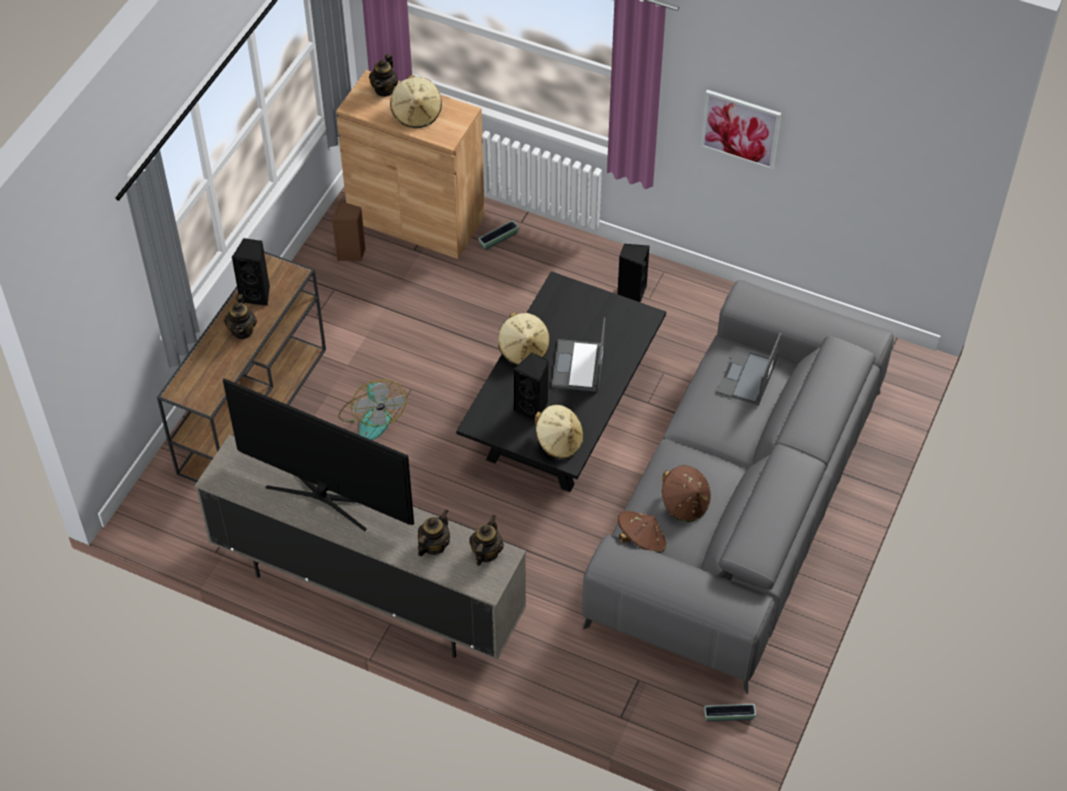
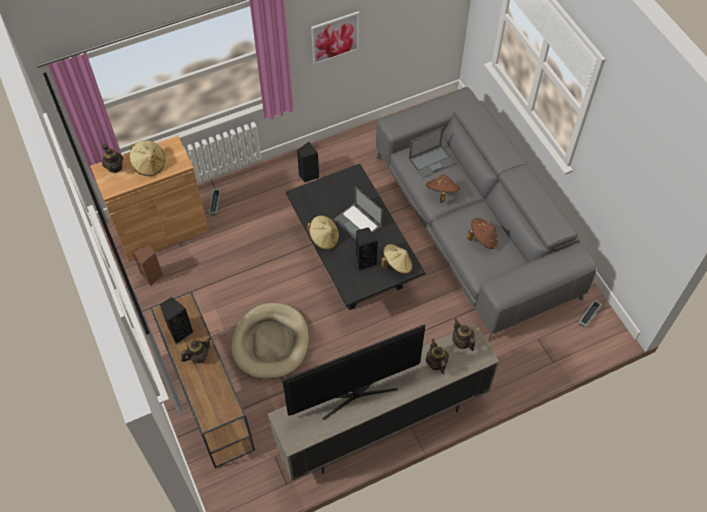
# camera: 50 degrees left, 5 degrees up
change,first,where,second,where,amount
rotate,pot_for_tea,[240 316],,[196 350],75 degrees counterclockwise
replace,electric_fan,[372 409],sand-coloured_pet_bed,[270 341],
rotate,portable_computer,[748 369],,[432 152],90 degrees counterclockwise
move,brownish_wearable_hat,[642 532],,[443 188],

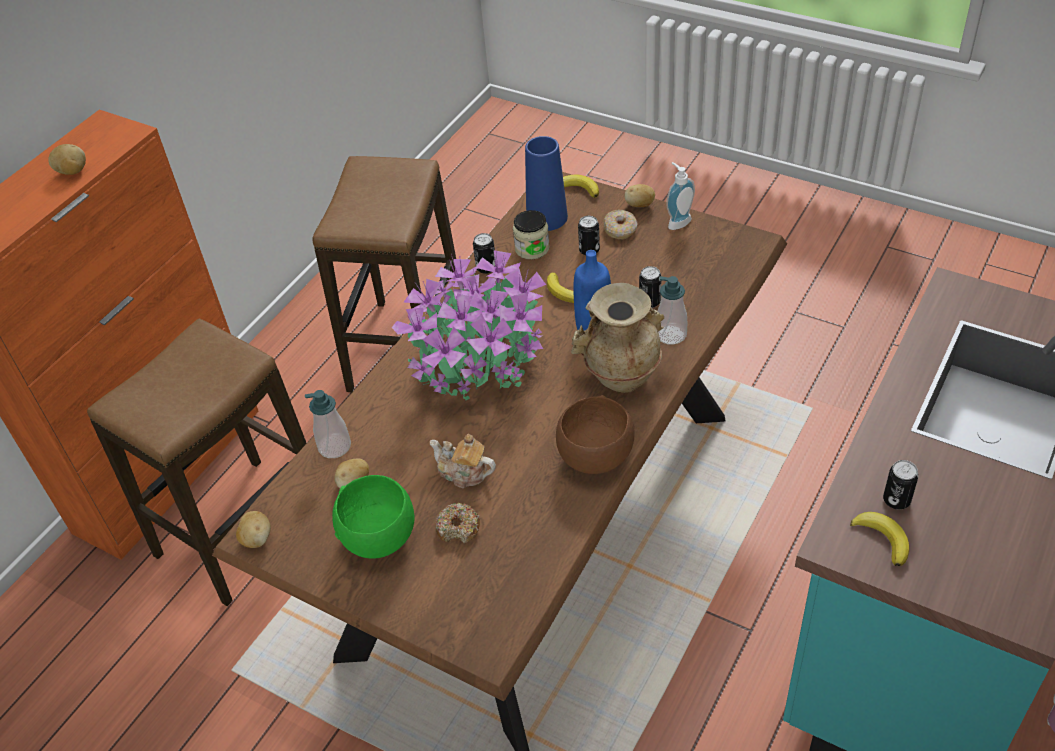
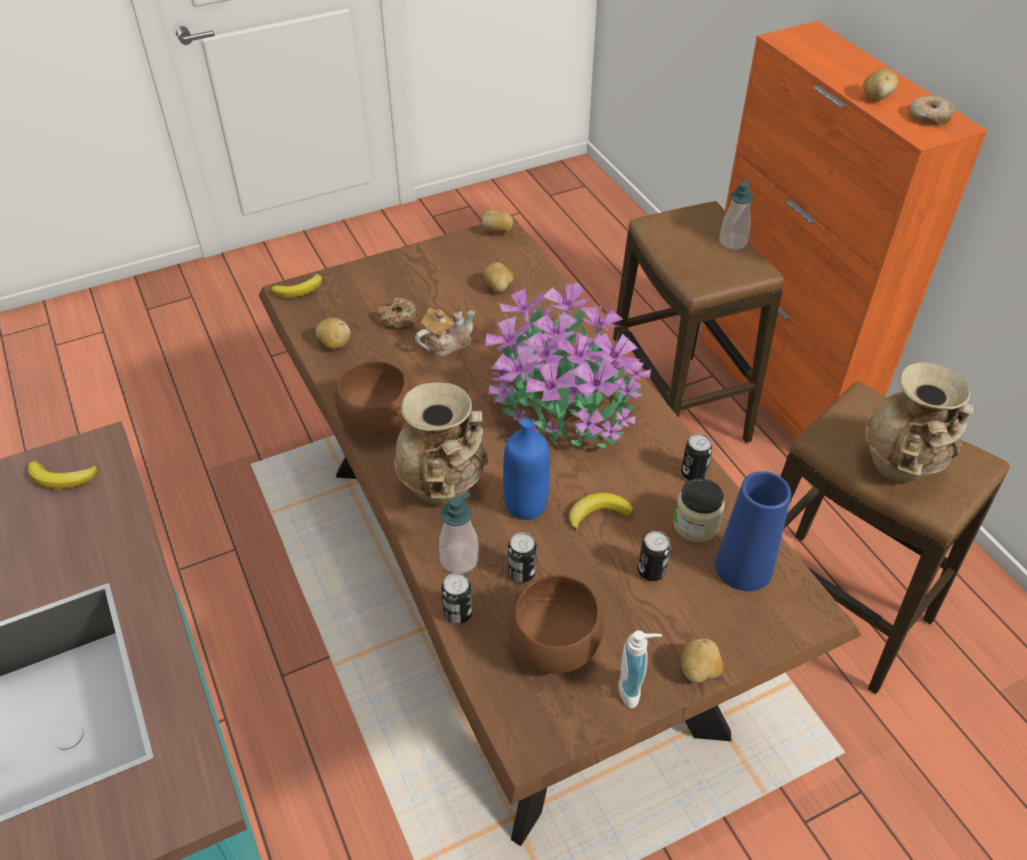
# camera: 120 degrees right, 0 degrees up
change,first,where,second,where,amount
move,banana_fruit,[581 186],,[296 286],
insert,,,potato,[333 333],
move,can,[901 485],,[456 598],
insert,,,brownish_deep_dish,[556 623],
move,liquid_soap_bottle,[328 424],,[736 214],
insert,,,sand-coloured_decorative_vase,[919 422],
move,doughnut,[620 224],,[933 111],
delete,greenish_deep_dish,[373 517],,,

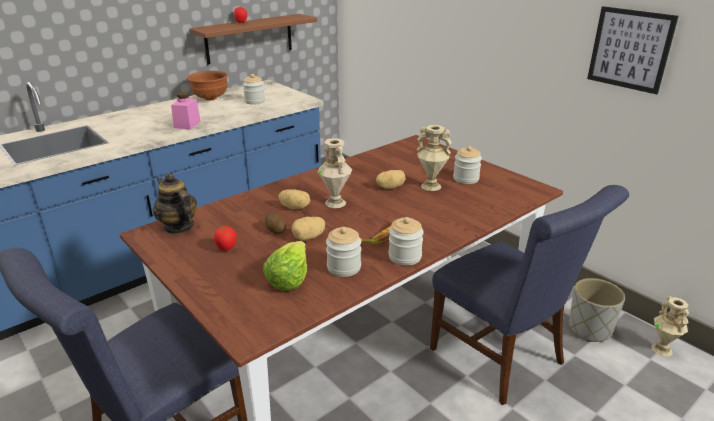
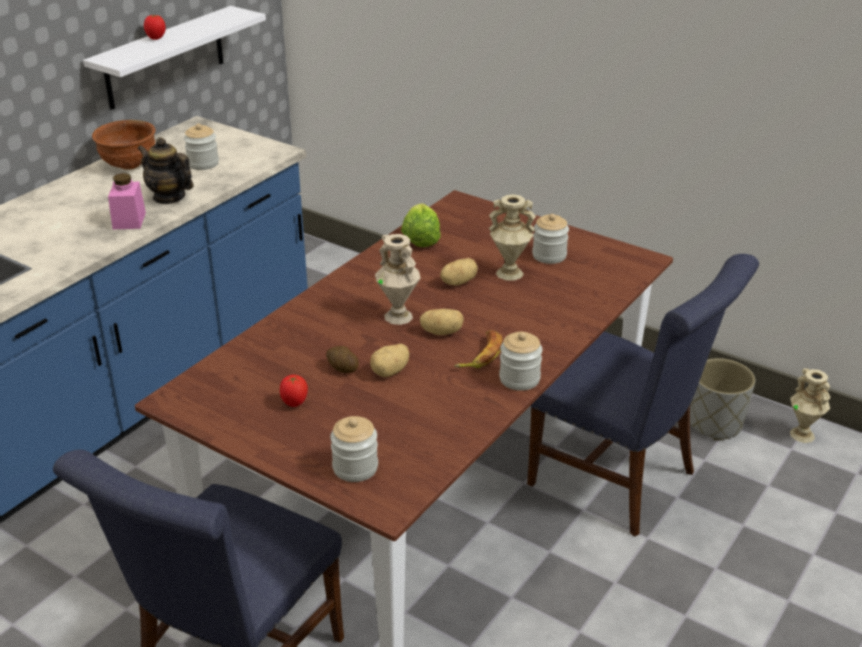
# camera: 15 degrees left, 5 degrees up
change,first,where,second,where,amount
recolor,brownish_bracket_shelf,[253 39],white_bracket_shelf,[174 58],
move,pot_for_tea,[175 203],,[165 170],
move,storage_jar,[343 252],,[354 449],
move,lettuce_head,[285 266],,[421 225],
move,potato,[294 199],,[442 322],
delete,picture,[633 50],,,

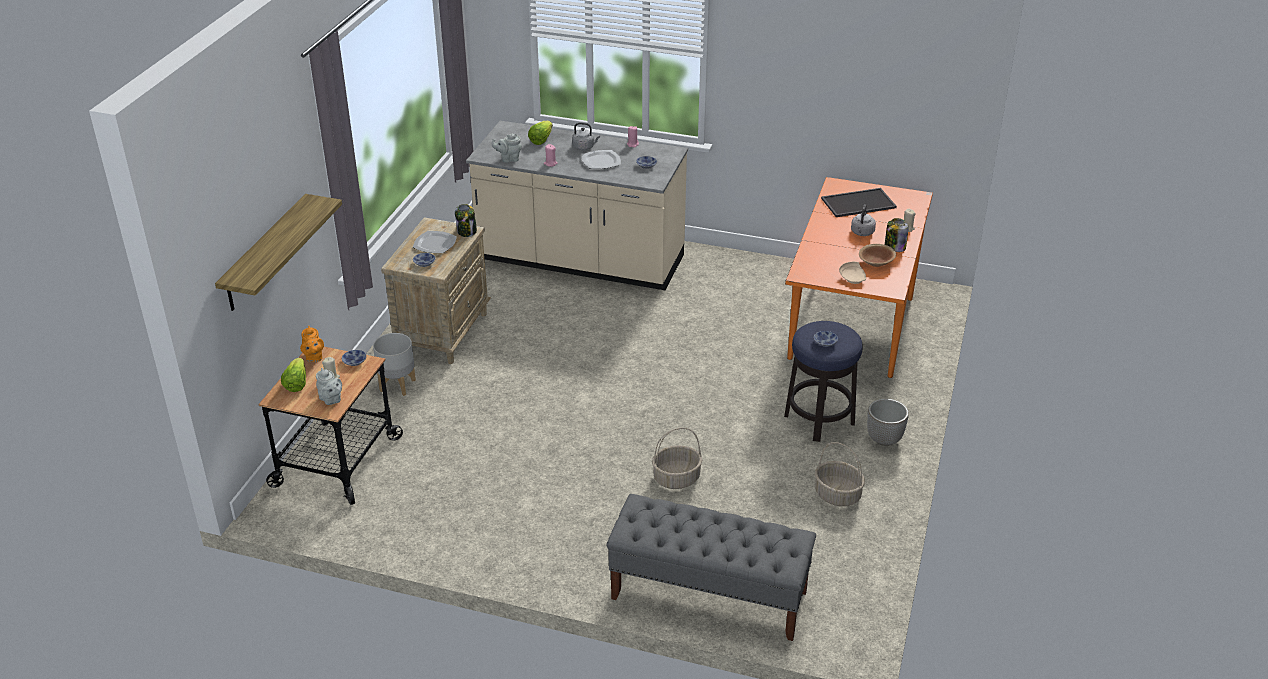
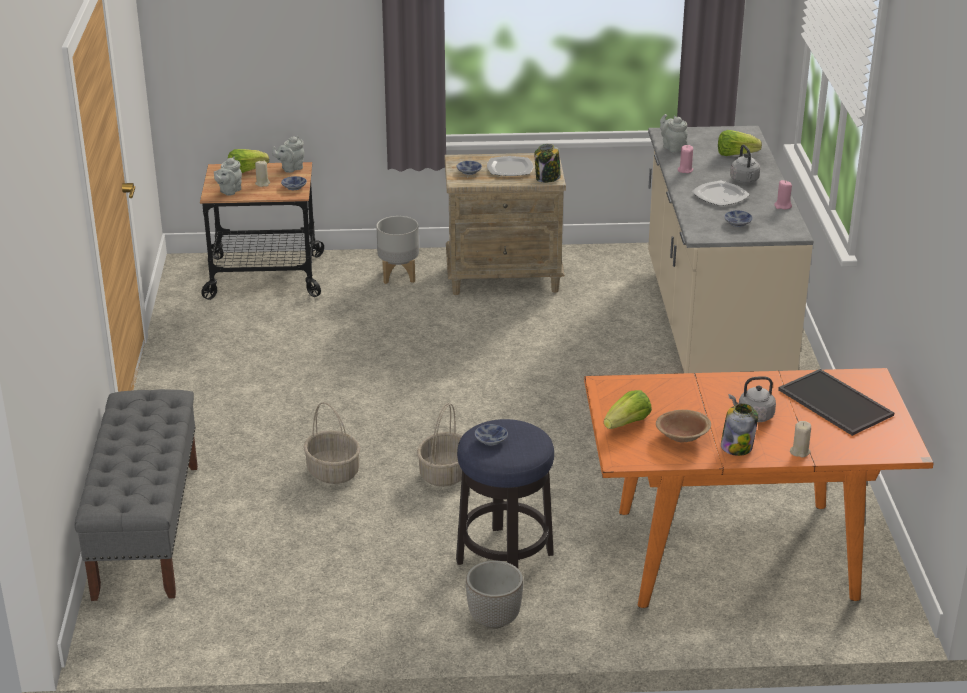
# camera: 70 degrees right, 5 degrees down
change,first,where,second,where,amount
recolor,orange_pot_for_tea,[312 344],greyish_pot_for_tea,[288 154],
move,household_basket,[840 474],,[440 445],
replace,sand-coloured_plate,[852 273],lettuce_head,[628 409],
delete,bracket_shelf,[278 252],,,

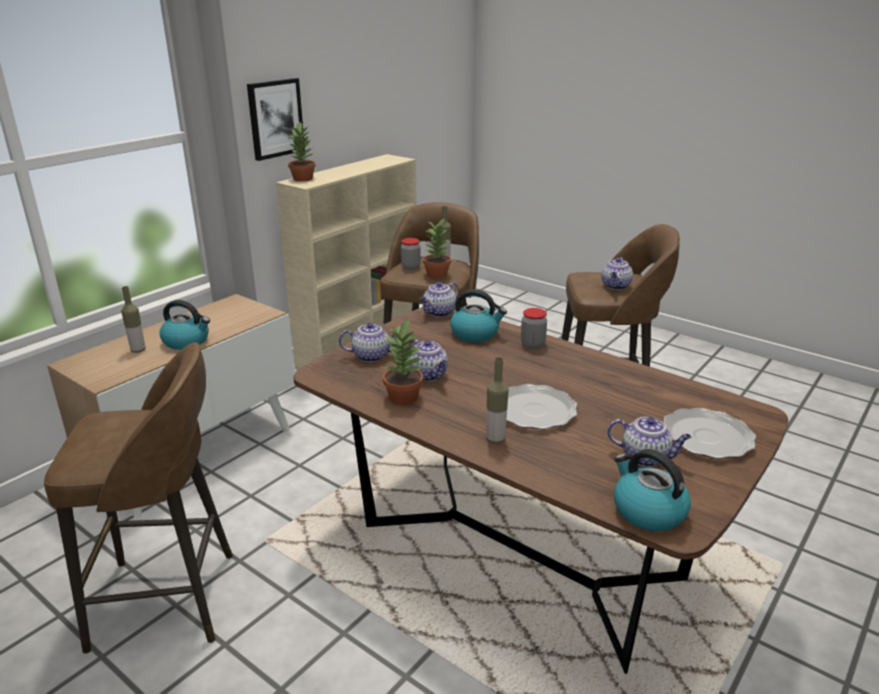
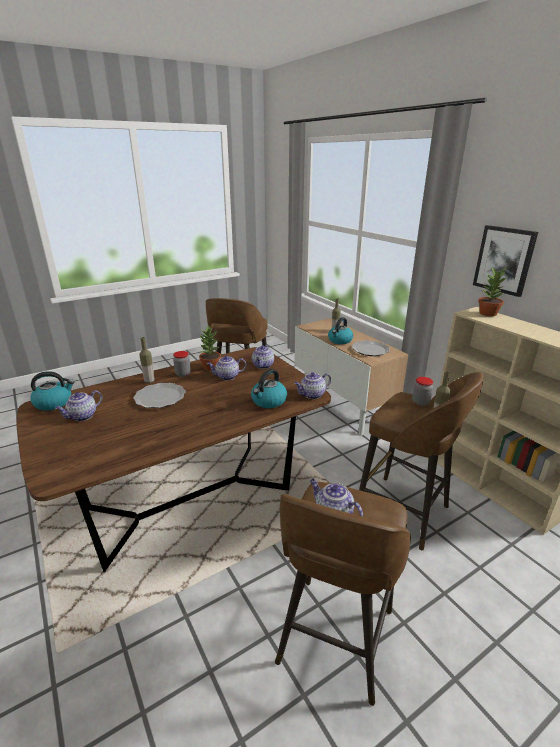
# camera: 110 degrees right, 0 degrees up
change,first,where,second,where,amount
move,storage_jar,[534 328],,[182 364],
rotate,pot_for_tea,[439 299],,[312 385],90 degrees counterclockwise
move,plate,[710 433],,[371 348],
delete,potted_plant,[437 248],,,

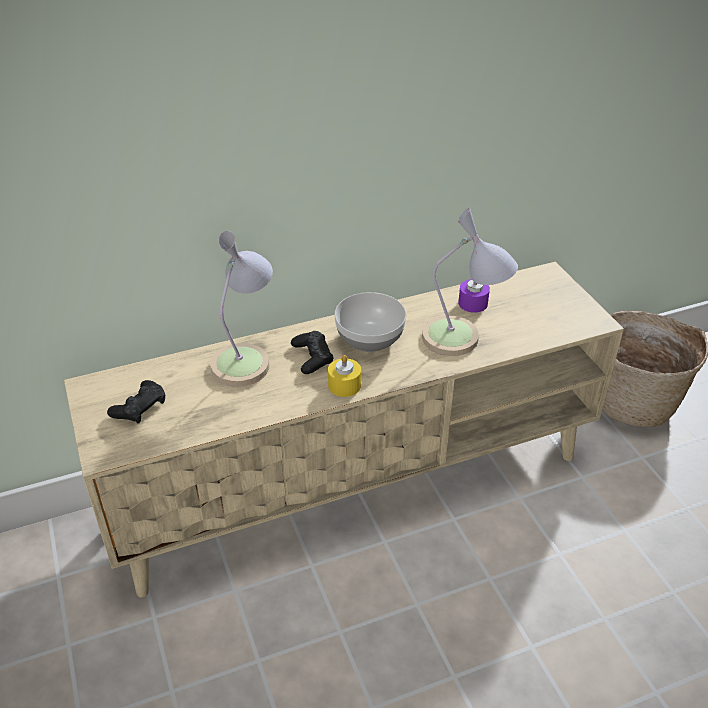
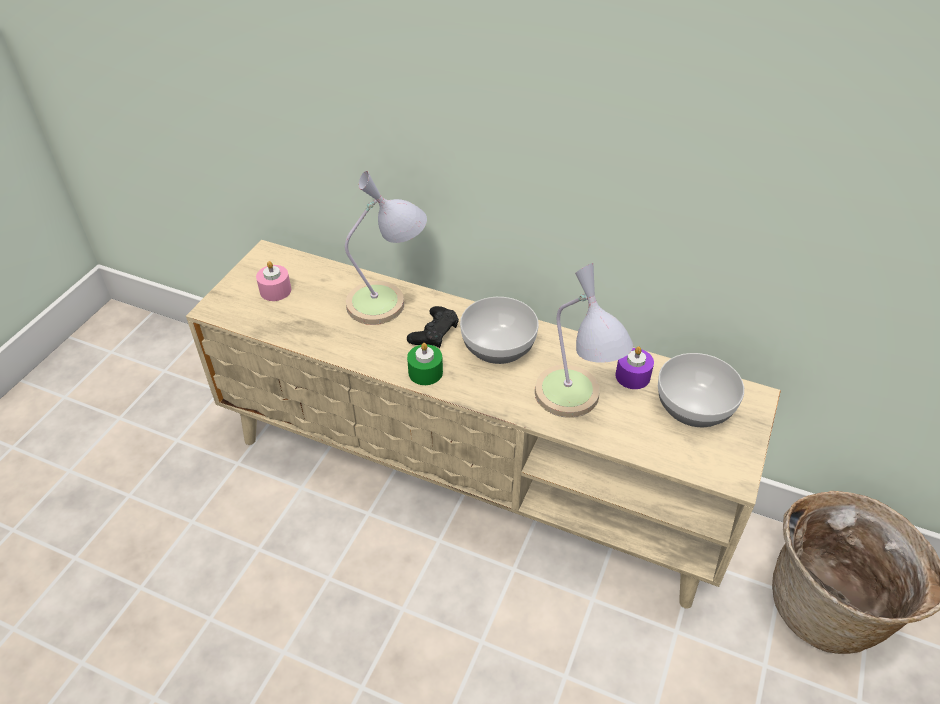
# camera: 45 degrees right, 5 degrees up
change,first,where,second,where,amount
replace,blackish_joypad,[136 402],pinkish_wax_candle,[273 281],
recolor,yellow-coloured_wax_candle,[344 376],greenish_wax_candle,[425 364],
insert,,,deep_dish,[701 390],

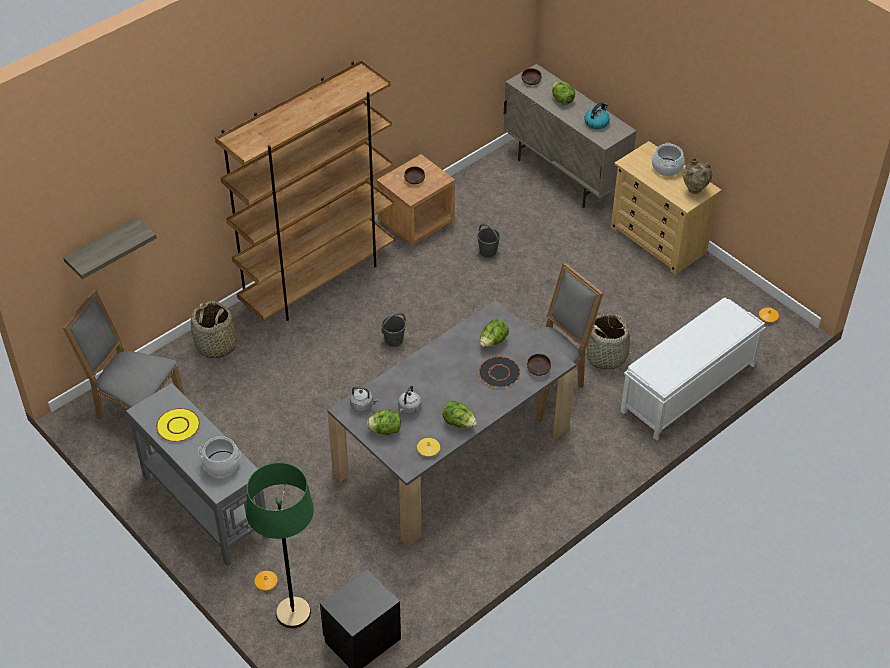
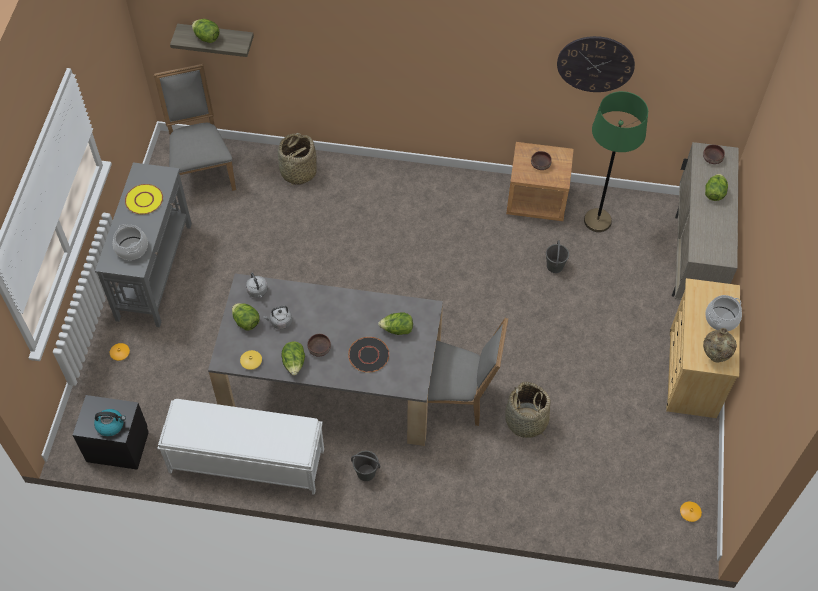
# camera: 50 degrees right, 10 degrees up
change,first,where,second,where,amount
move,water_kettle,[597 115],,[110 422],
move,white_indoor_bench,[693 369],,[240 447],
insert,,,lettuce_head,[205 31],
move,brownish_deep_dish,[539 365],,[319 345],
move,greyish_pail,[393 330],,[365 466],
insert,,,wall_clock,[596 64],
move,greenish_standing_lamp,[280 545],,[616 161],
delete,brownish_bookshelf,[305 190],,,

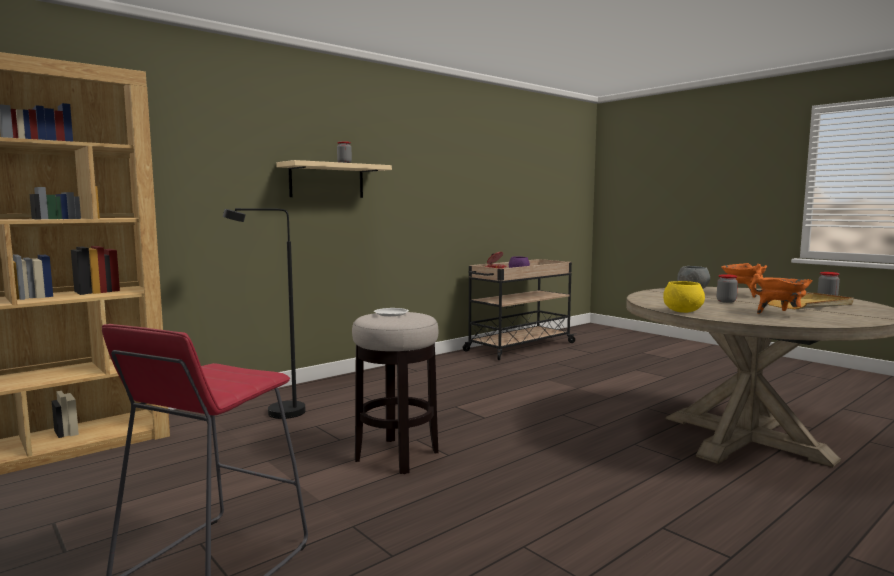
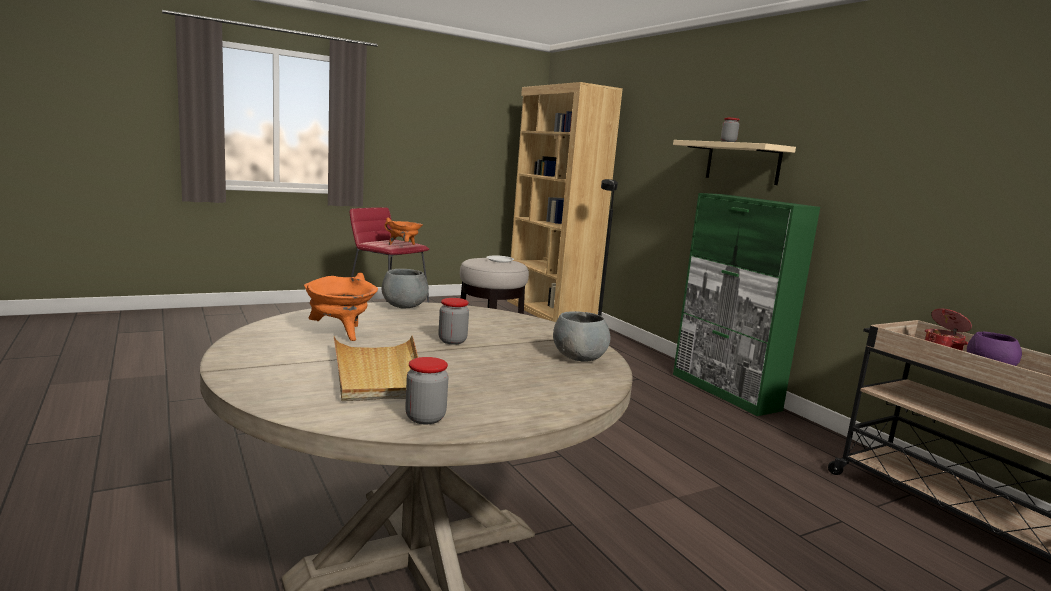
# camera: 100 degrees right, 5 degrees up
change,first,where,second,where,amount
recolor,yellow-coloured_deep_dish,[684 297],greyish_deep_dish,[405 288],
move,orange_saucepot,[744 280],,[404 231],
insert,,,greenish_cupboard,[746 304],

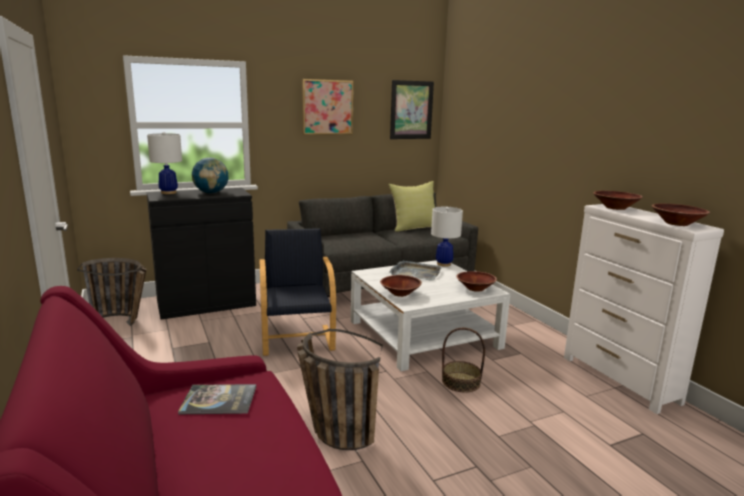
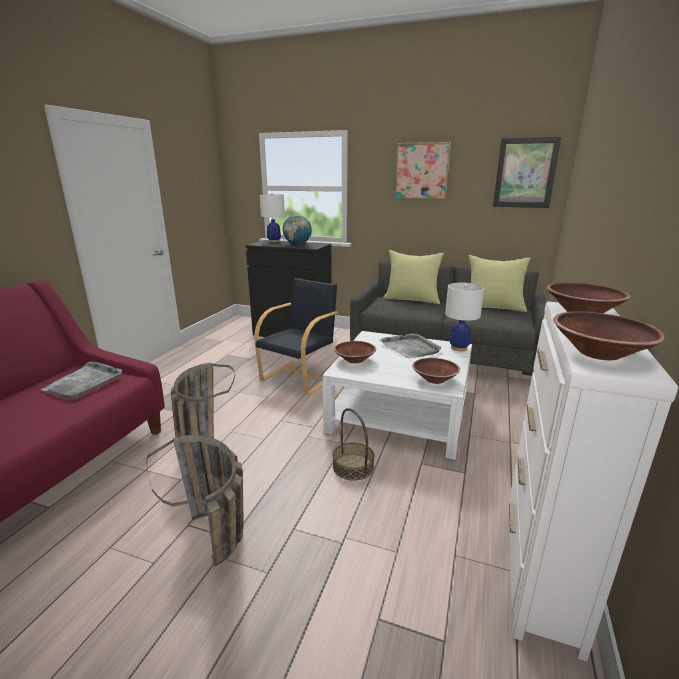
# camera: 45 degrees right, 5 degrees up
change,first,where,second,where,amount
replace,book,[217 399],greyish_serving_tray,[81 380],
move,household_basket,[111 292],,[195 501],
insert,,,yellow-coloured_pillow,[413 277],

